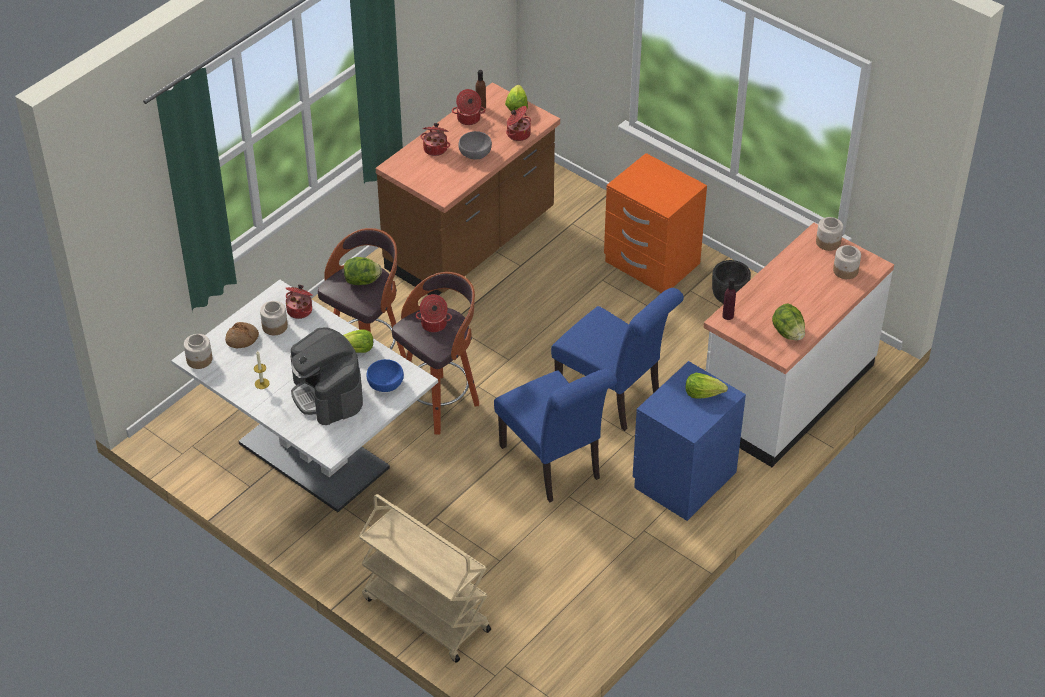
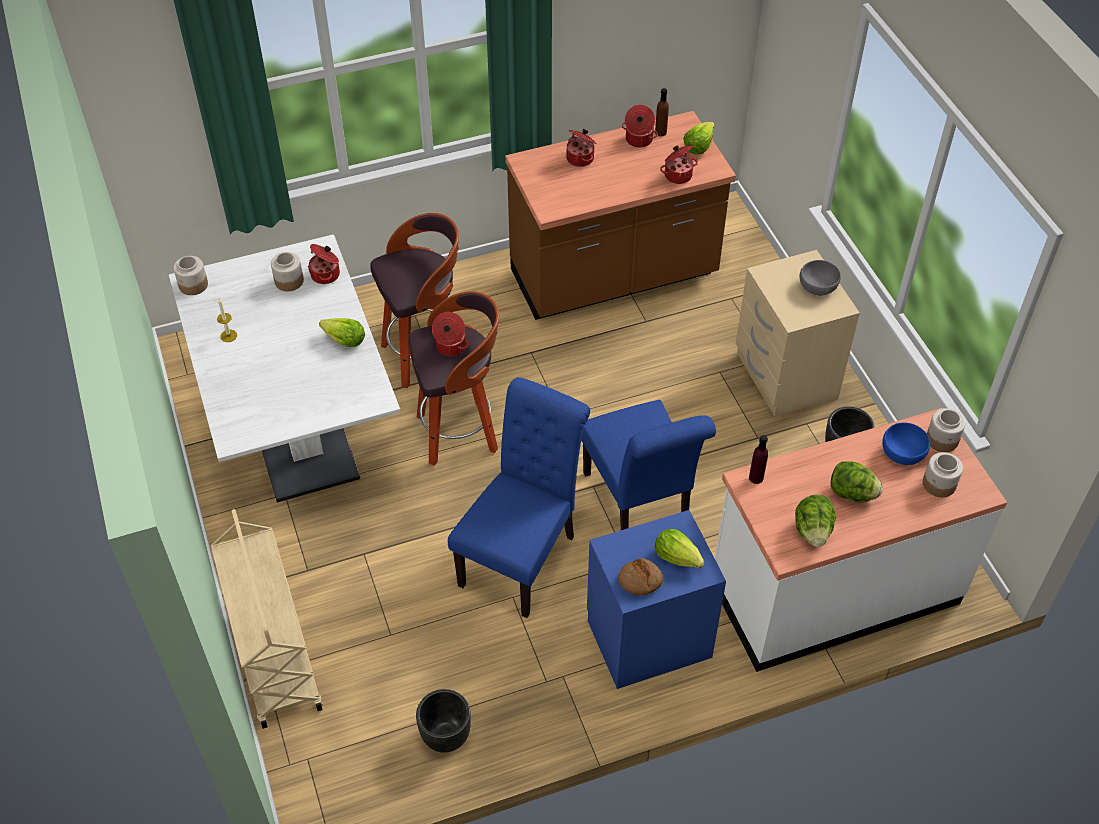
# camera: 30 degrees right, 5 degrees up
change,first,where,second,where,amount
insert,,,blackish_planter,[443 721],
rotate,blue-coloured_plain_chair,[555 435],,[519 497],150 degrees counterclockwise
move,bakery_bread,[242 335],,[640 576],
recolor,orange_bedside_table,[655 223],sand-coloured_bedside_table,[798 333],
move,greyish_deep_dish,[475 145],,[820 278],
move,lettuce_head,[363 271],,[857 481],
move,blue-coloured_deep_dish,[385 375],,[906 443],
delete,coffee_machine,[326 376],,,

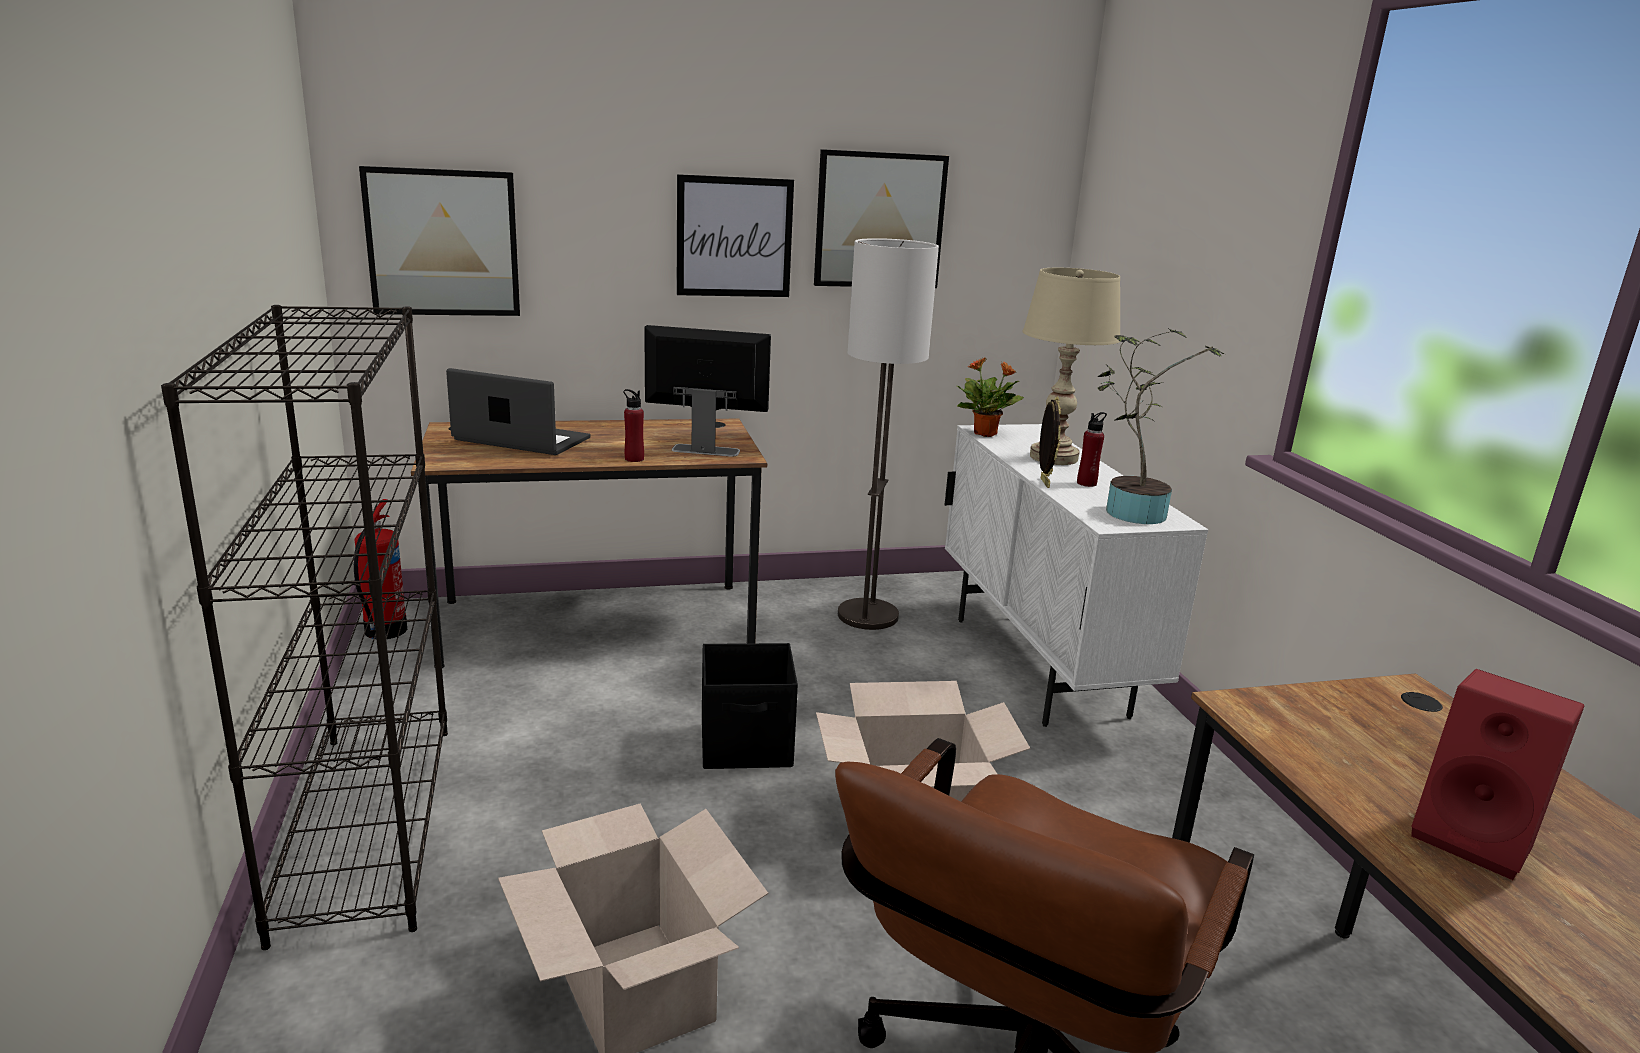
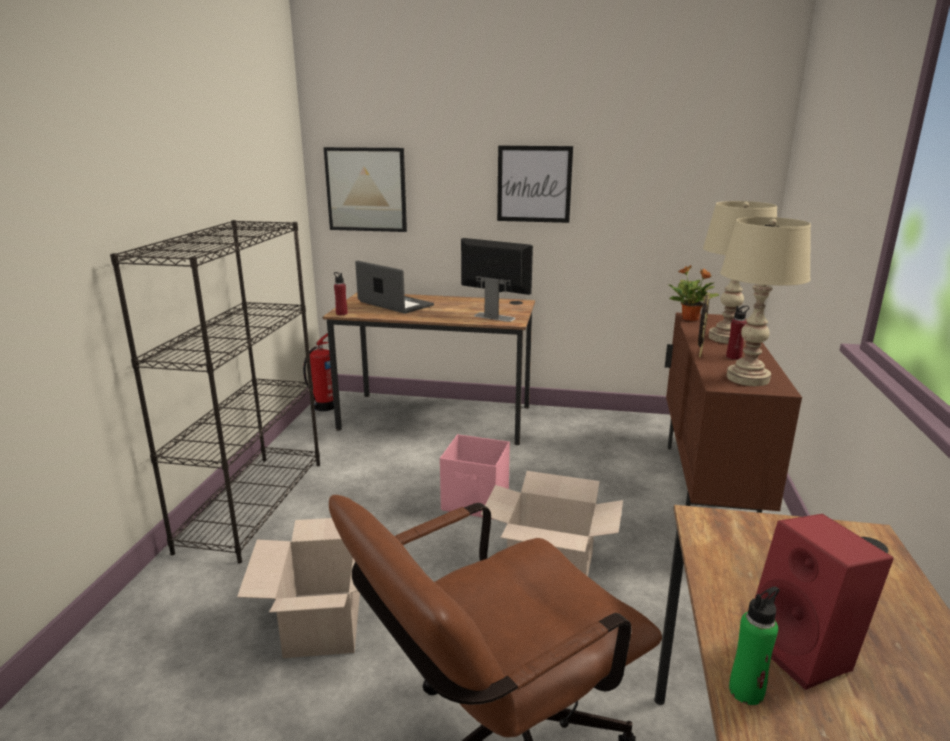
# camera: 25 degrees right, 0 degrees up
change,first,where,second,where,amount
move,reddish_bottle,[633 425],,[341 293],
recolor,blackish_storage_box,[750 706],pinkish_storage_box,[475 476],
recolor,white_cupboard,[1076 575],brownish_cupboard,[733 413],
replace,potted_plant,[1161 426],sand-coloured_lamp_for_a_table,[765 301],
insert,,,greenish_bottle,[754 645],
delete,picture,[881 218],,,
delete,standing_lamp,[888 434],,,

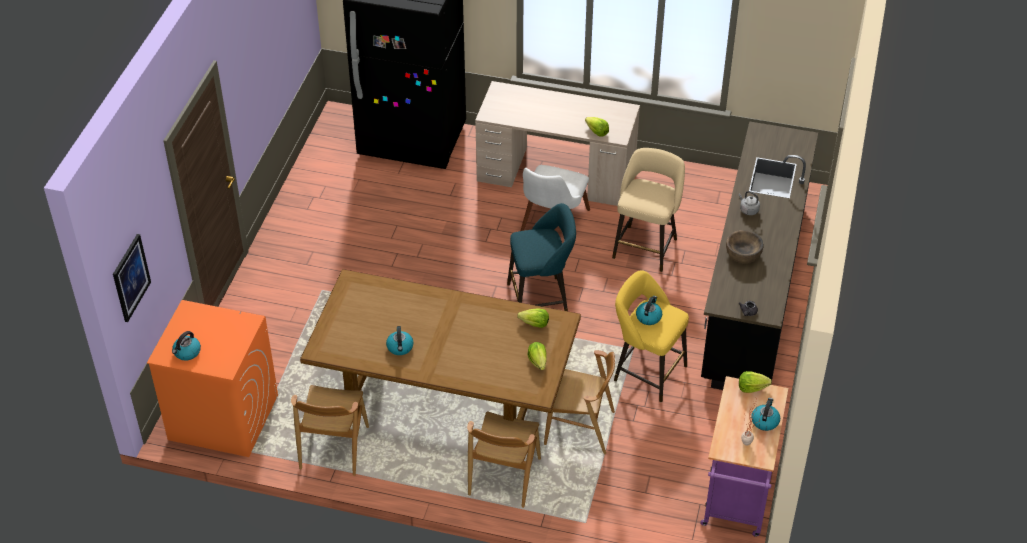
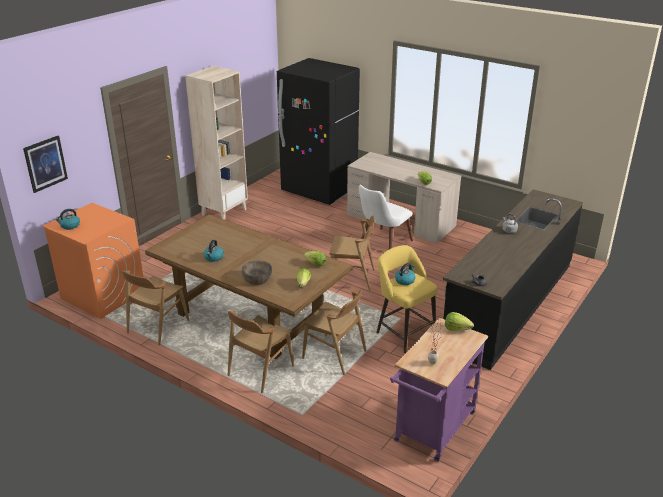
# camera: 20 degrees right, 15 degrees down
change,first,where,second,where,amount
insert,,,sand-coloured_bookshelf,[216 143],
move,brownish_deep_dish,[745 247],,[257 272],
replace,turquoise-coloured_stool,[541 257],brownish_plain_chair,[352 253],
delete,sand-coloured_stool,[648 210],,,
delete,water_kettle,[765 414],,,

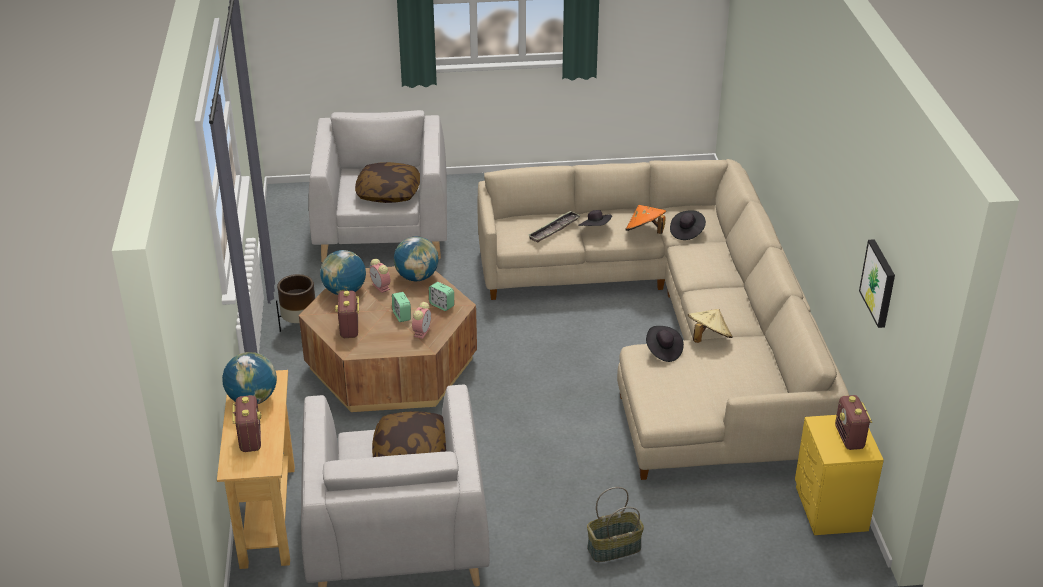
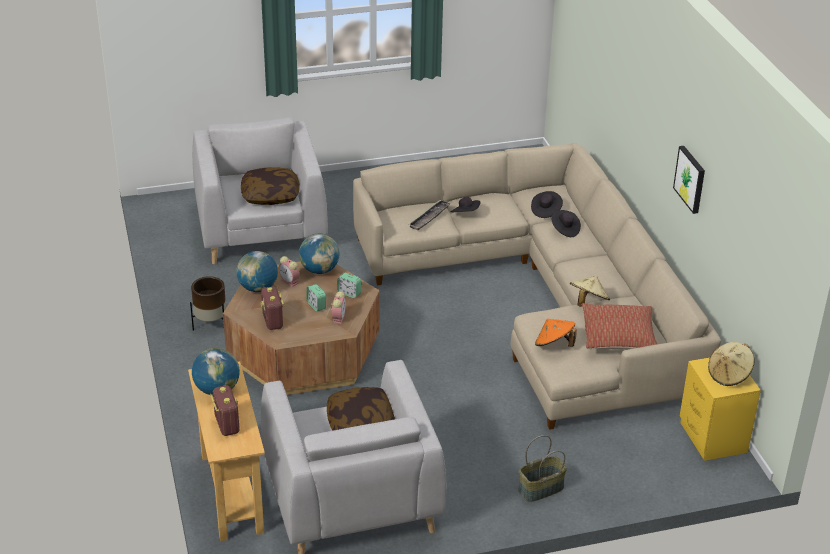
# camera: 10 degrees left, 0 degrees up
change,first,where,second,where,amount
move,orange_wearable_hat,[646 219],,[556 333],
move,blackish_wearable_hat,[665 344],,[566 223],
insert,,,pillow,[619 326],
move,picture,[877 283],,[689 180],
replace,radio_receiver,[853 422],sand-coloured_wearable_hat,[731 364],

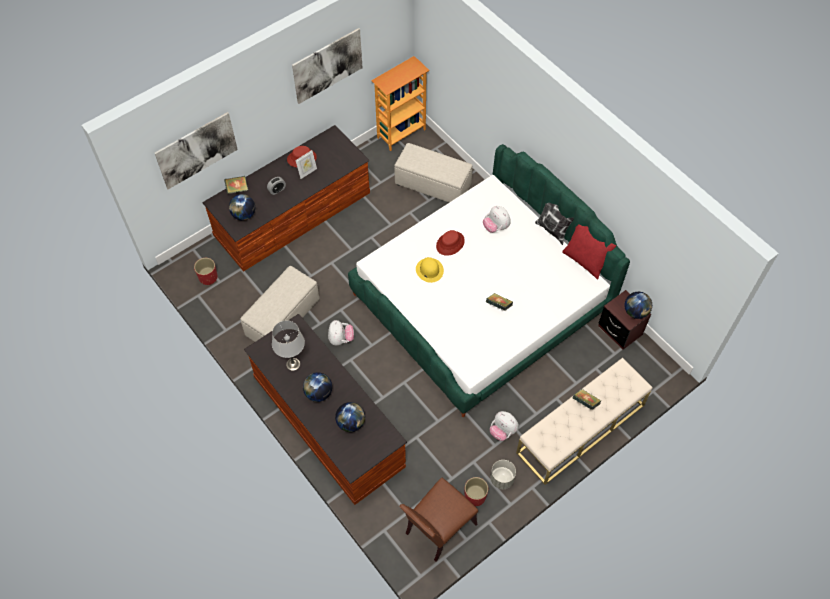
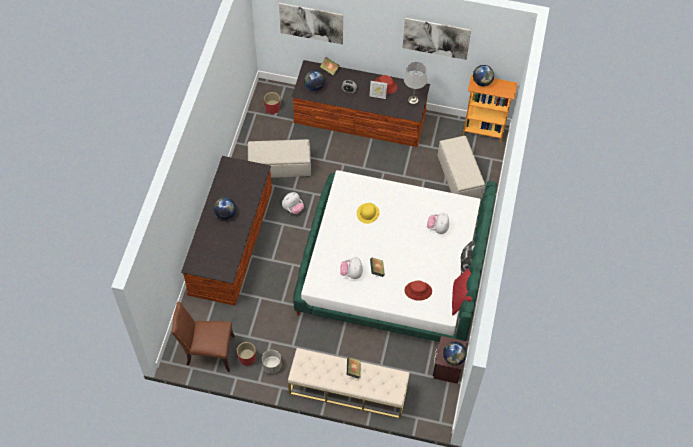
# camera: 50 degrees right, 0 degrees up
change,first,where,second,where,amount
move,soft_toy,[504 426],,[351 268],
move,greyish_lamp_for_a_table,[288 345],,[415 83],
move,reddish_wearable_hat,[450 243],,[418 291],
move,globe,[350 417],,[483 75],

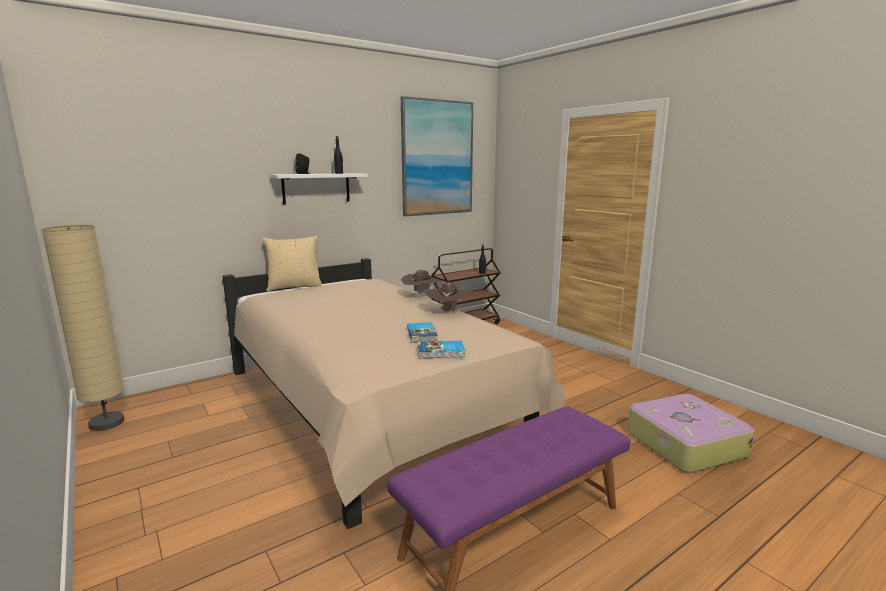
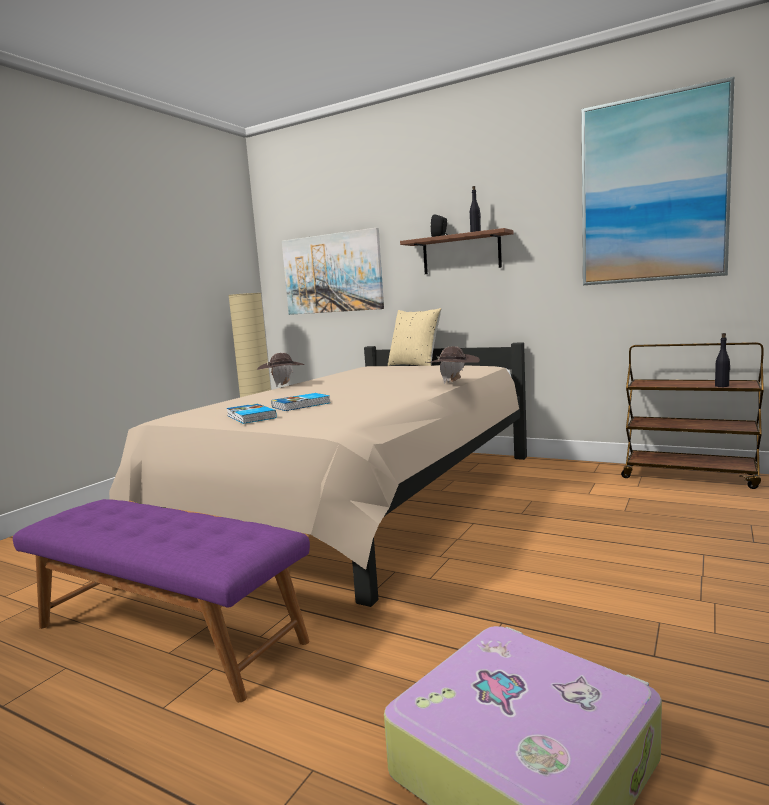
# camera: 65 degrees right, 5 degrees down
change,first,where,second,where,amount
move,brownish_wearable_hat,[448 297],,[281 370],
insert,,,picture,[333 271],
recolor,white_bracket_shelf,[319 189],brownish_bracket_shelf,[457 251],

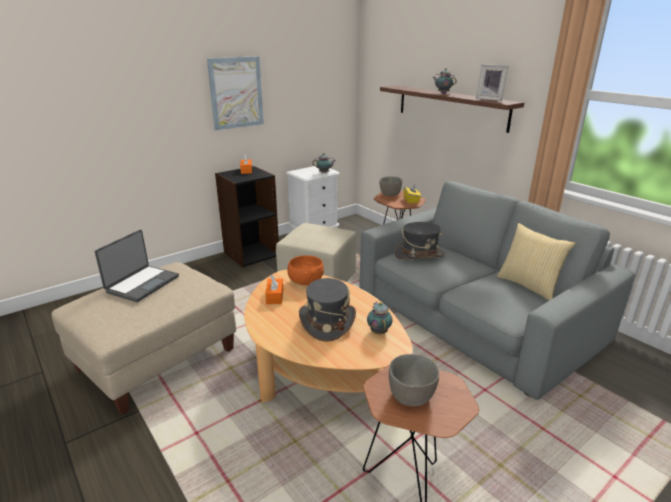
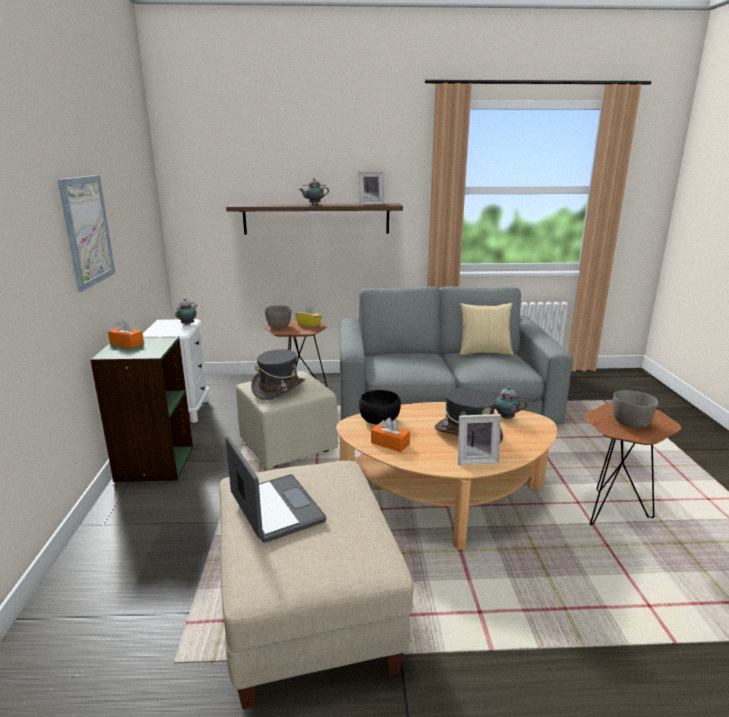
# camera: 55 degrees left, 5 degrees down
change,first,where,second,where,amount
recolor,blackish_bookshelf,[247 216],greenish_bookshelf,[141 409],
move,greyish_wearable_hat,[420 241],,[278 374],
recolor,orange_deep_dish,[305 270],blackish_deep_dish,[380 407],
insert,,,photo_frame,[479 439],

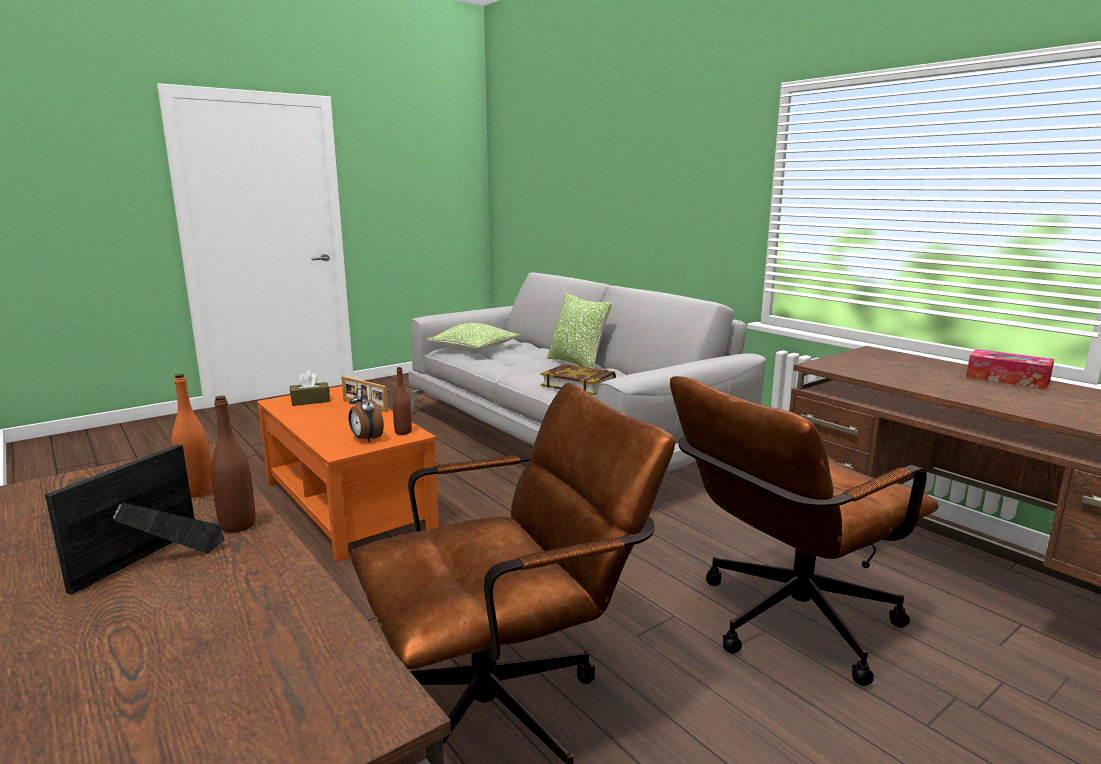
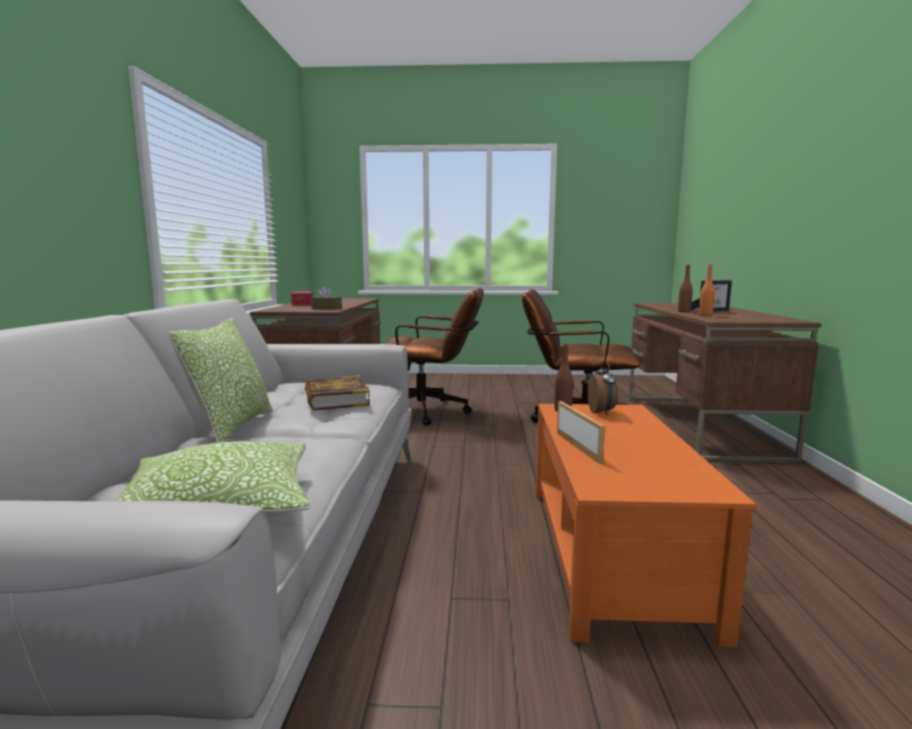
# camera: 140 degrees left, 5 degrees down
change,first,where,second,where,amount
move,brownish_box_of_tissues,[310 388],,[326 298],

